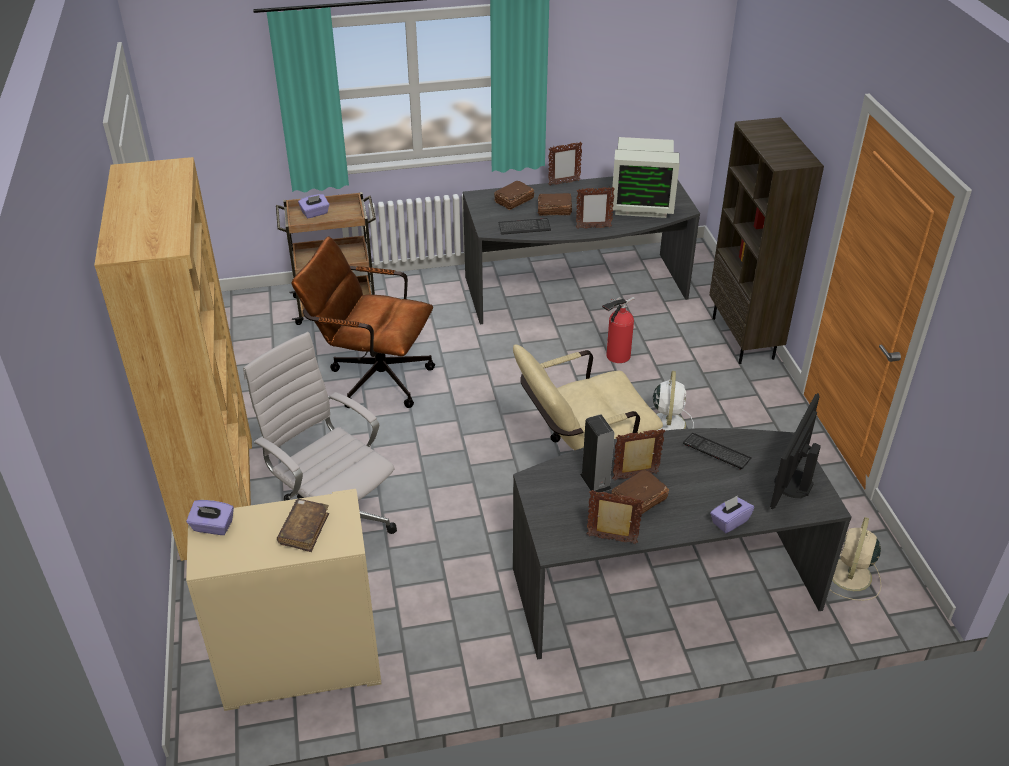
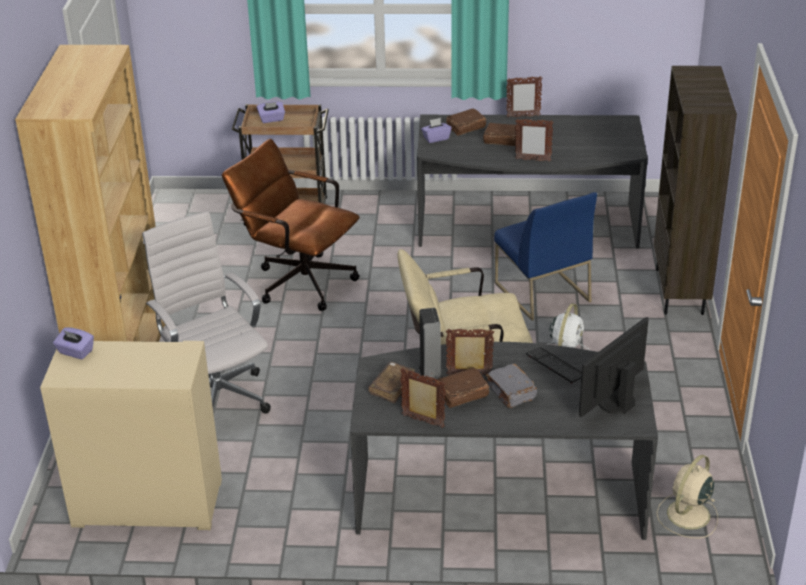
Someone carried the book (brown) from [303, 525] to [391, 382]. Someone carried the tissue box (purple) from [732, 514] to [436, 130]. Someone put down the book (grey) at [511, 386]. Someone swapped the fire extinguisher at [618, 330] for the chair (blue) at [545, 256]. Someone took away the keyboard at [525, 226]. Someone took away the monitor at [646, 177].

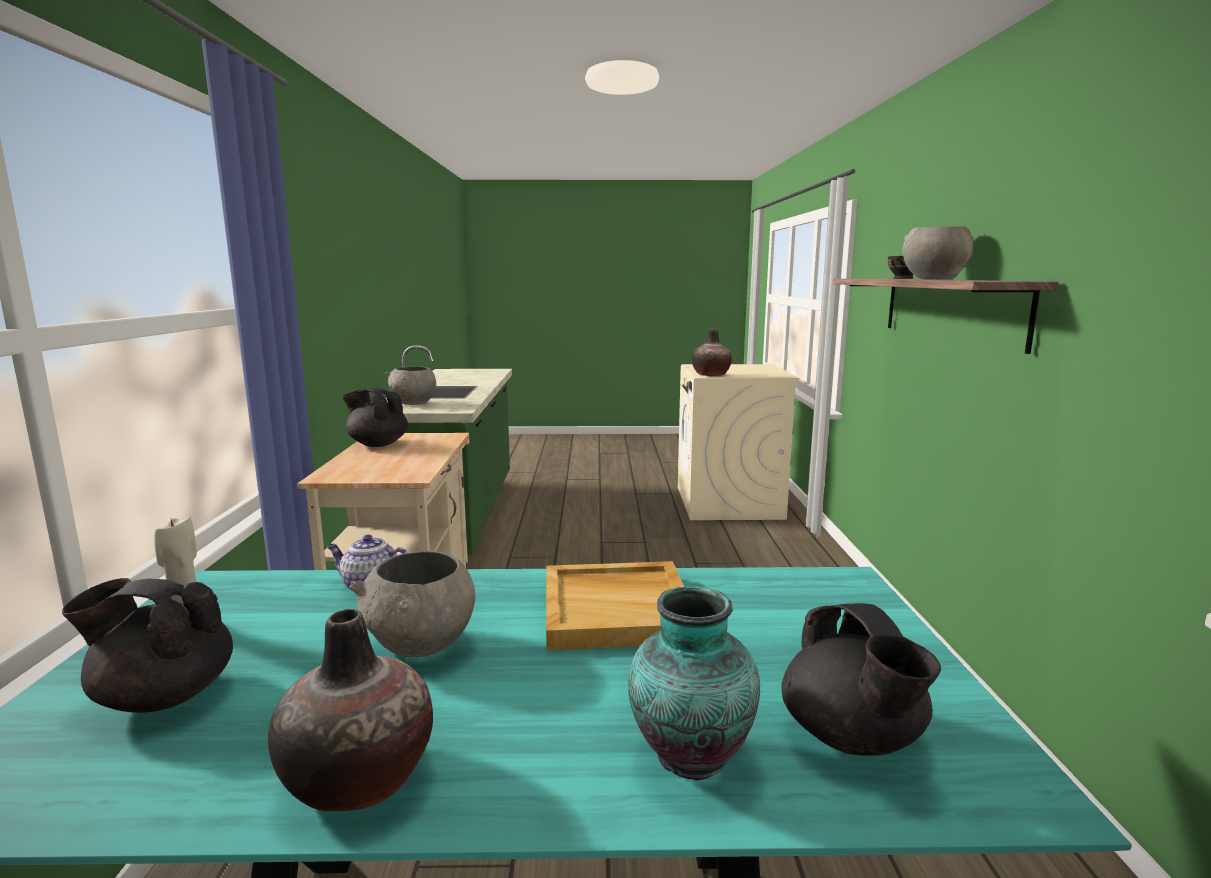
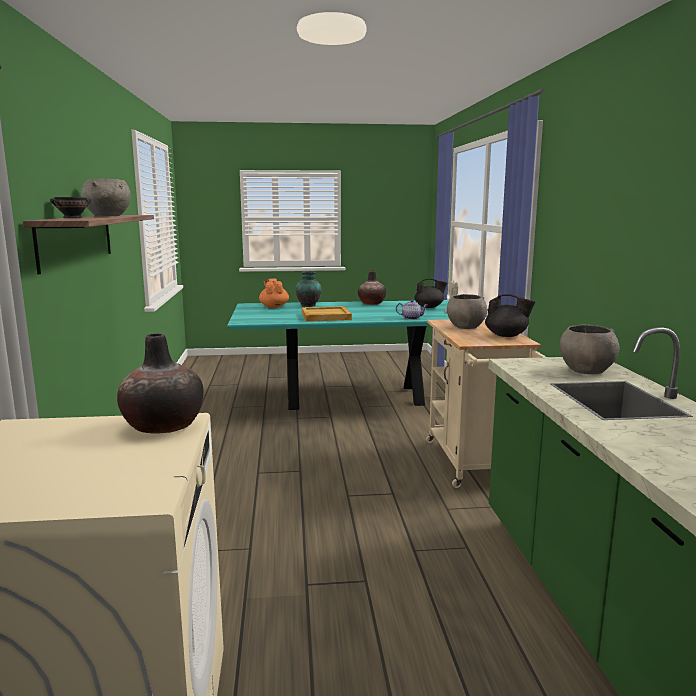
Someone repainted the teapot (black) at [861, 679], which became the teapot (orange) at [274, 293]. Someone carried the bowl (grey) from [412, 604] to [467, 311].

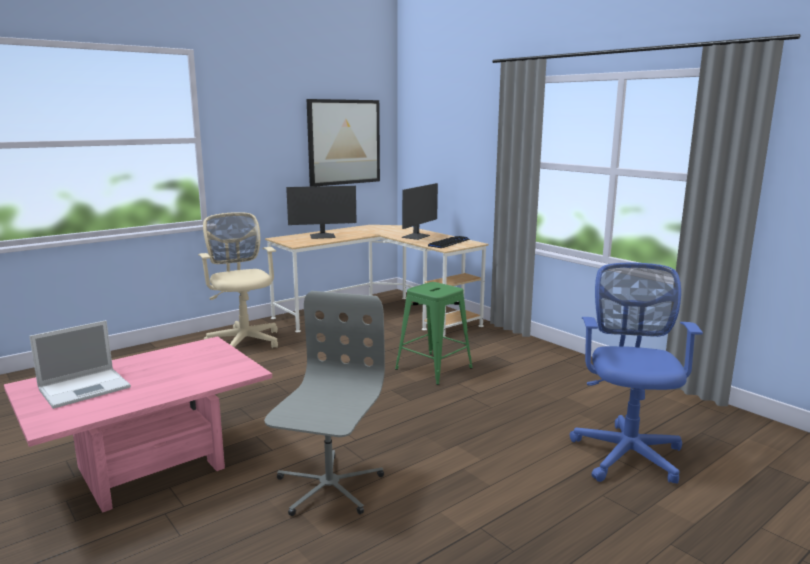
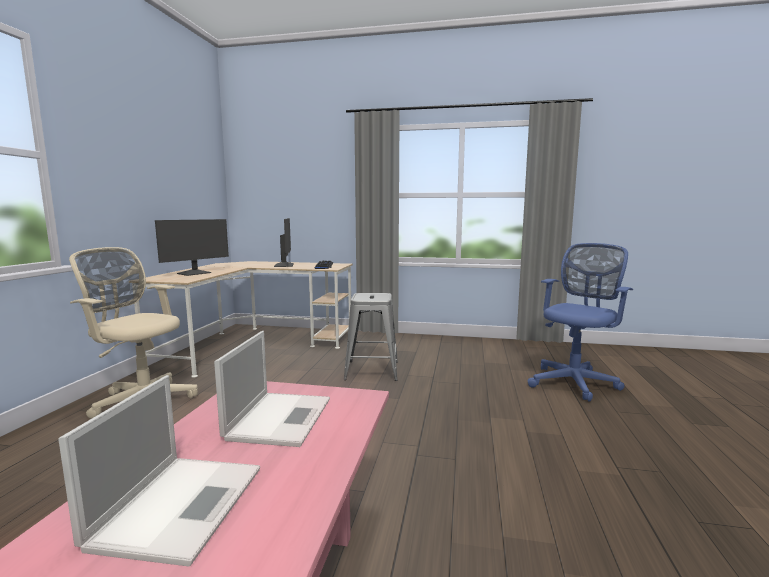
Someone put down the laptop at [272, 389]. Someone repainted the stool (green) at [434, 333], which became the stool (grey) at [371, 337]. Someone rotated the office chair (blue) at [636, 373] by 75 degrees clockwise. Someone took away the office chair (grey) at [324, 403]. Someone took away the picture at [343, 143].

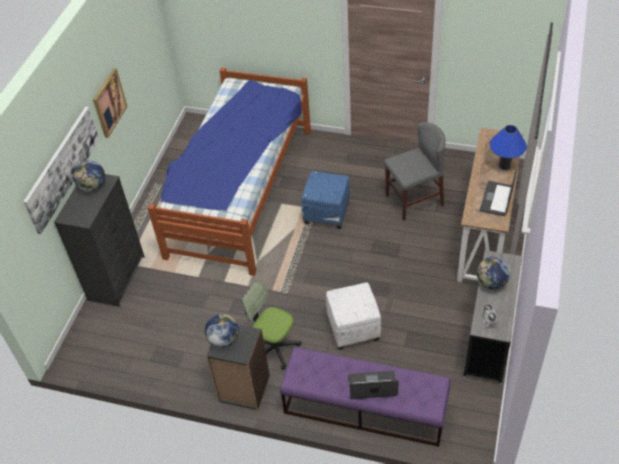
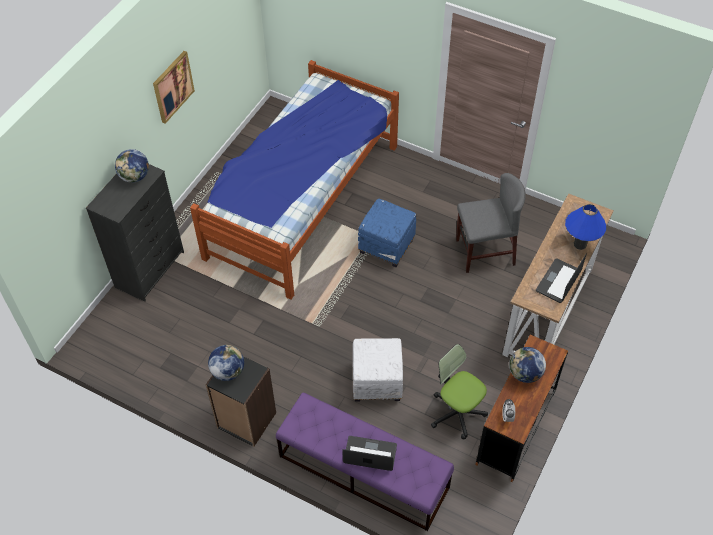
Someone carried the office chair from [272, 325] to [459, 391]. Someone repainted the desk (grey) at [492, 318], which became the desk (brown) at [521, 408]. Someone took away the picture at [61, 170].

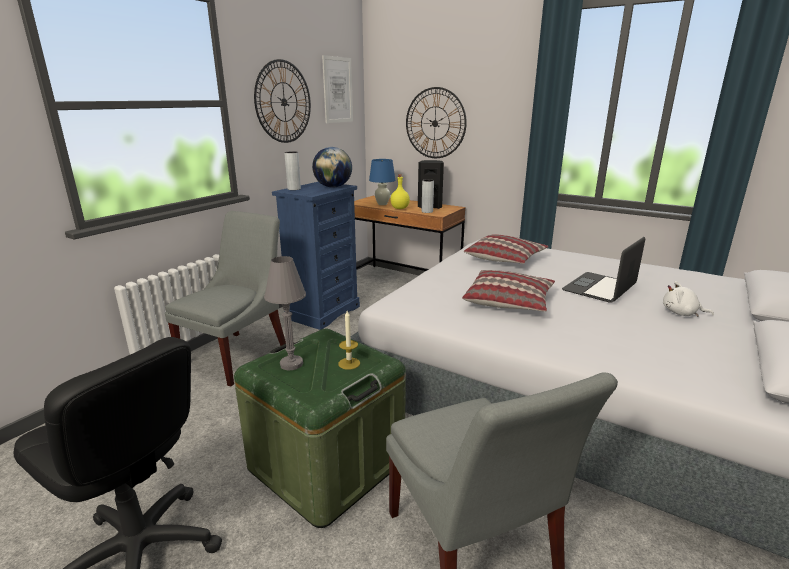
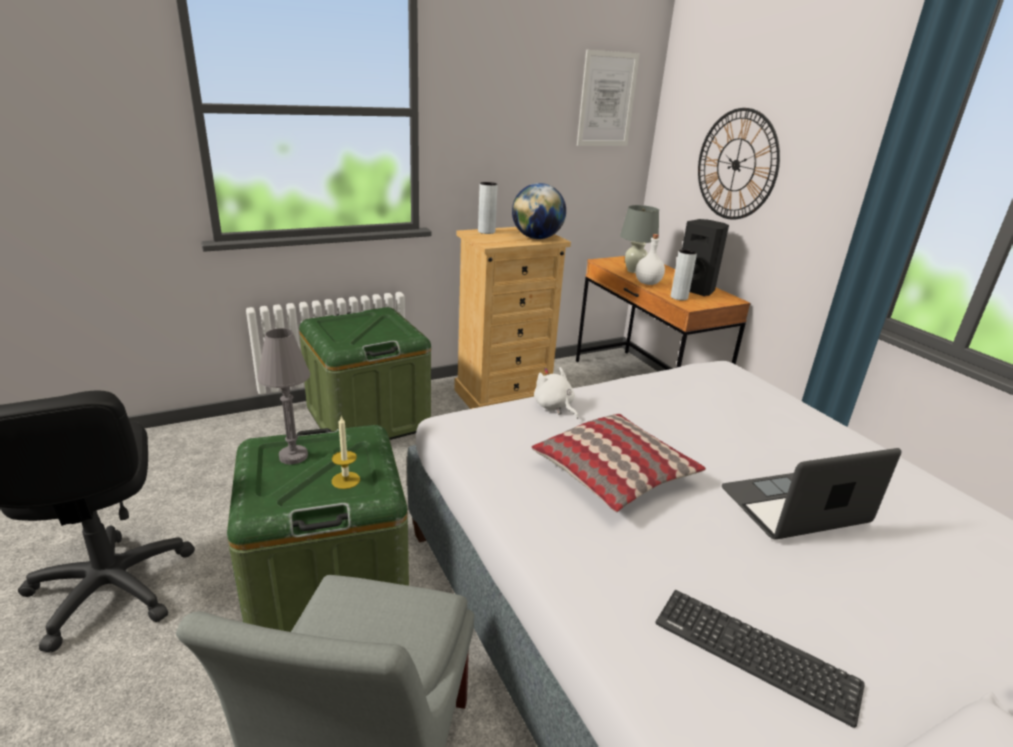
Someone swapped the chair (grey) at [225, 299] for the storage box (green) at [365, 373]. Someone repainted the dresser (blue) at [316, 256], which became the dresser (beige) at [512, 318]. Someone carried the plush toy (white) from [688, 299] to [556, 393]. Someone repainted the table lamp (blue) at [382, 182], which became the table lamp (grey) at [639, 239]. Someone repainted the bottle (yellow) at [400, 191], which became the bottle (white) at [650, 259]. Someone put down the keyboard at [760, 659]. Someone took away the wall clock at [282, 101]. Someone took away the pillow at [506, 249].

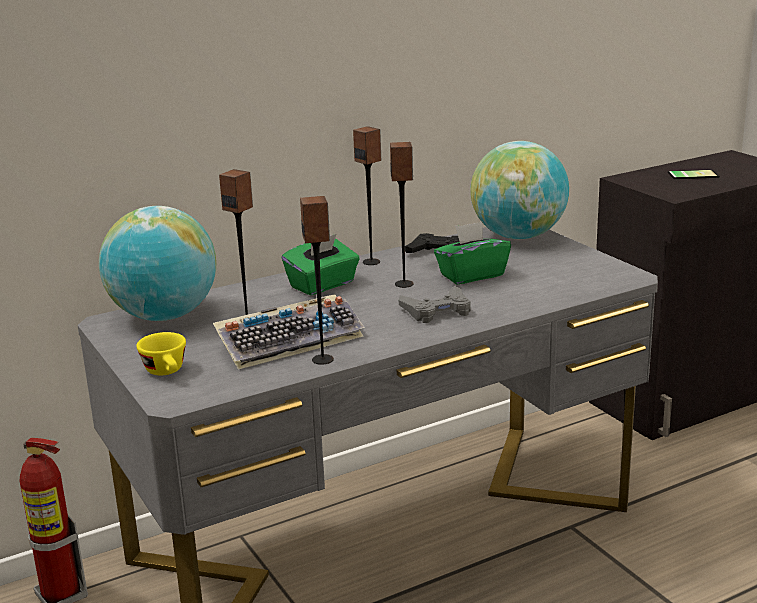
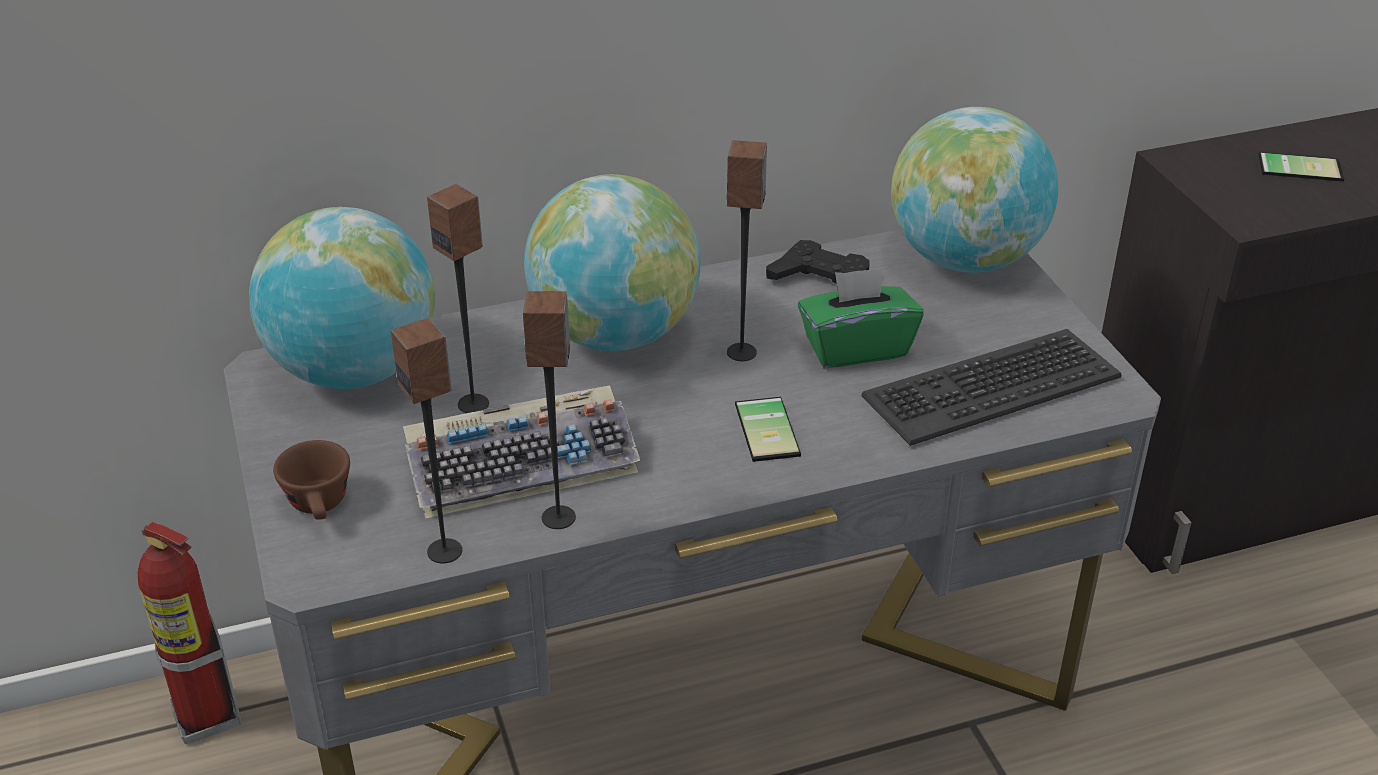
Someone repainted the cup (yellow) at [161, 353], which became the cup (brown) at [311, 480]. Someone carried the speaker from [367, 195] to [426, 440]. Someone swapped the tissue box (green) at [321, 264] for the globe at [612, 262]. Someone swapped the game controller (grey) at [434, 304] for the phone at [768, 429]. Someone put down the keyboard at [992, 387].

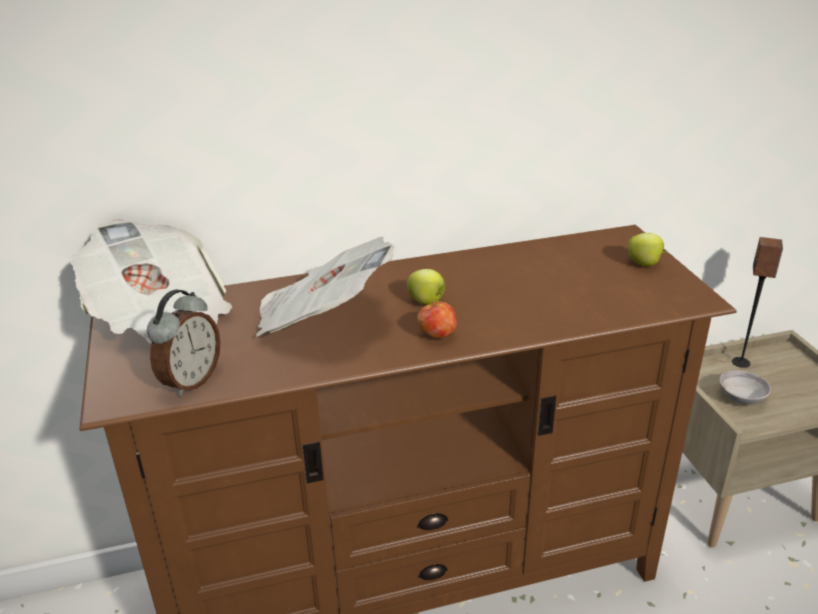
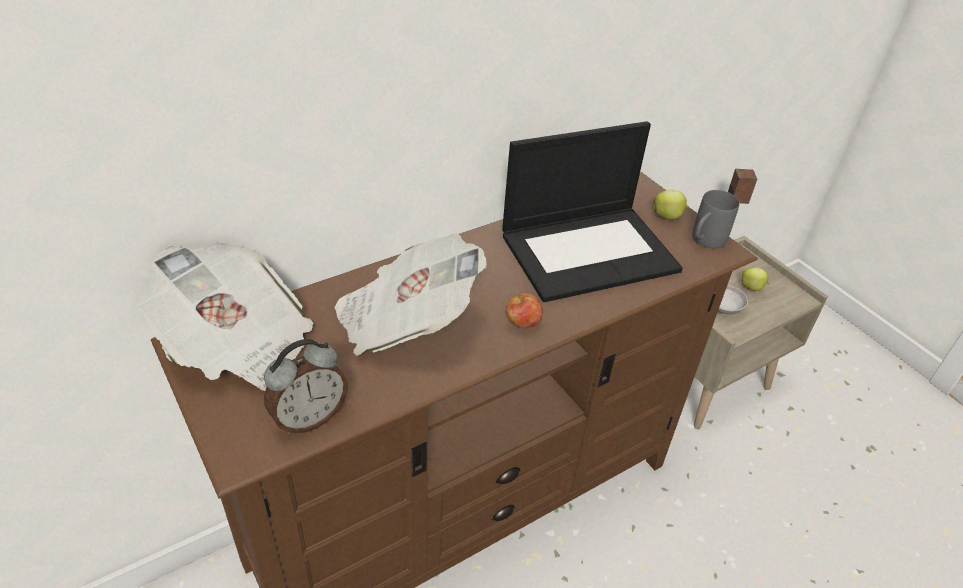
Someone rotated the alarm clock at [184, 343] by 45 degrees clockwise. Someone put down the laptop at [592, 211]. Someone put down the mug (grey) at [716, 219]. Someone carried the apple from [426, 287] to [756, 279].

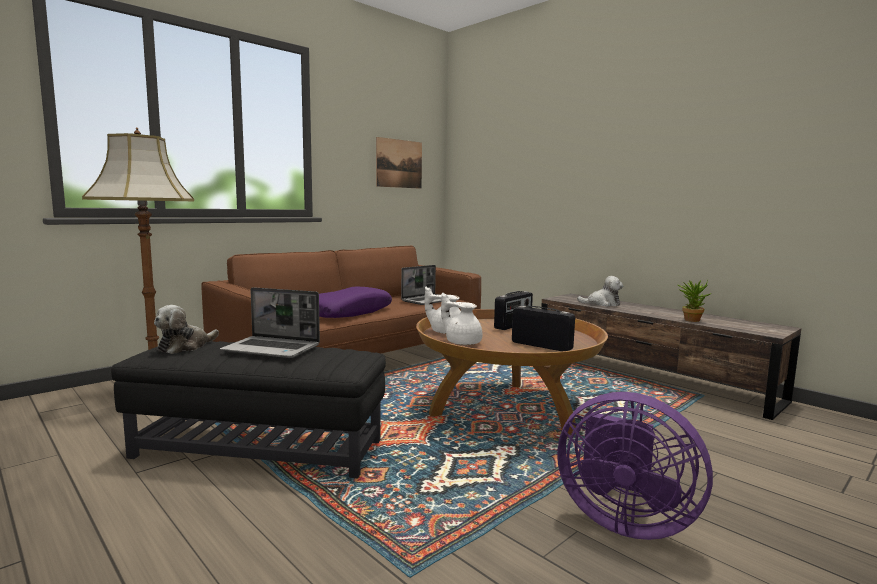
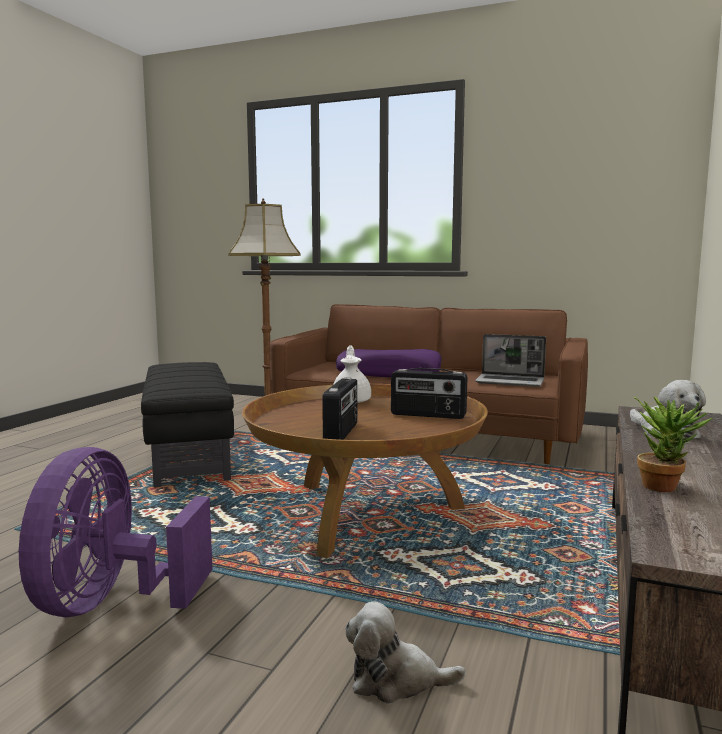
Someone carried the plush toy from [186, 329] to [405, 652]. Someone took away the laptop at [270, 322]. Someone took away the picture at [399, 163]. Someone took away the teapot (white) at [462, 319].

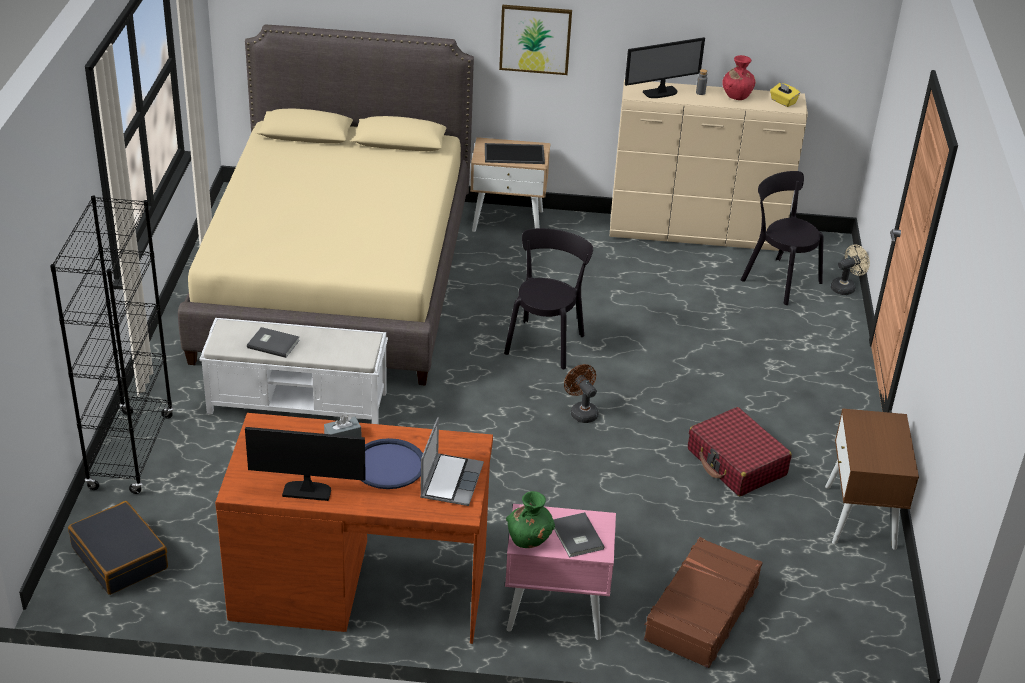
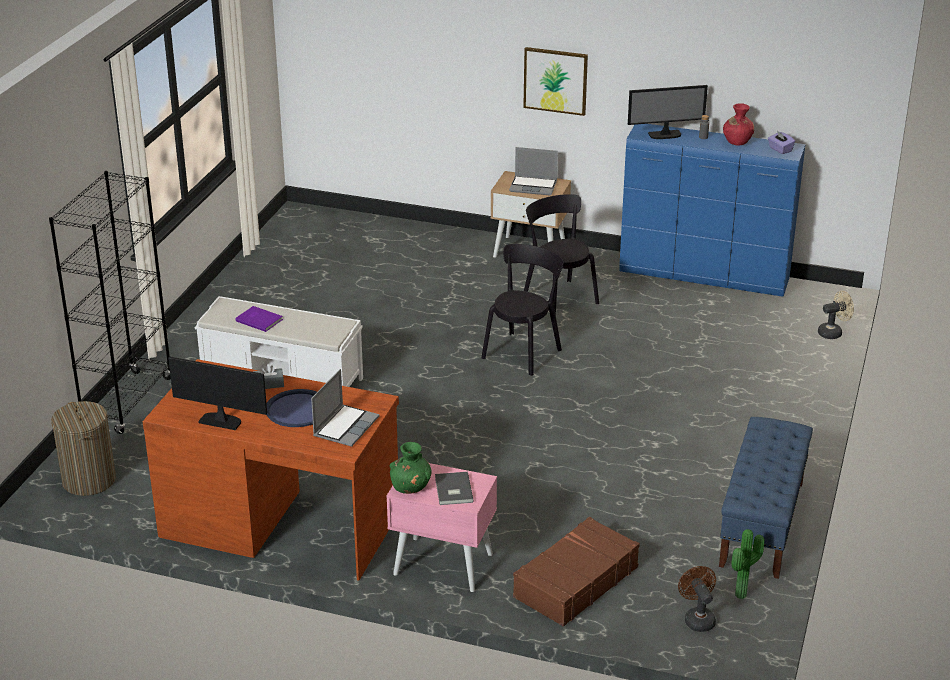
Someone swapped the suitcase (black) at [118, 548] for the laundry basket at [83, 448]. Someone repainted the book (grey) at [273, 342], which became the book (purple) at [259, 319]. Someone swapped the tray at [515, 153] for the laptop at [533, 171]. Someone carried the chair (black) from [782, 238] to [561, 254]. Someone repainted the dresser (beige) at [709, 165], which became the dresser (blue) at [712, 210]. Someone carried the fan (brown) from [581, 393] to [697, 599]. Someone swapped the nightstand (brown) at [872, 479] for the bench (blue) at [766, 498]. Someone put down the potted plant at [747, 564]. Someone repainted the tissue box (yellow) at [785, 94], which became the tissue box (purple) at [781, 142]. Someone took away the bed (beige) at [326, 205]. Someone took away the suitcase (red) at [740, 451].

